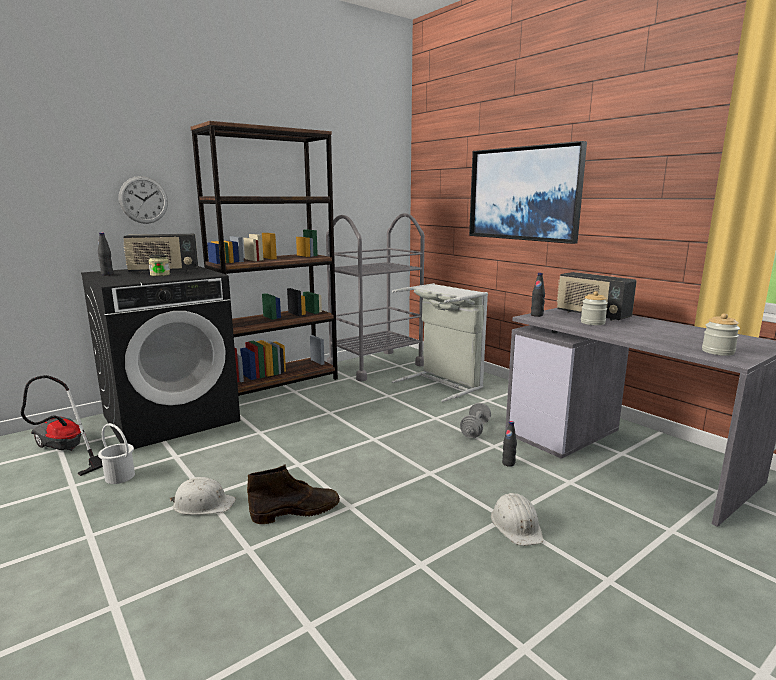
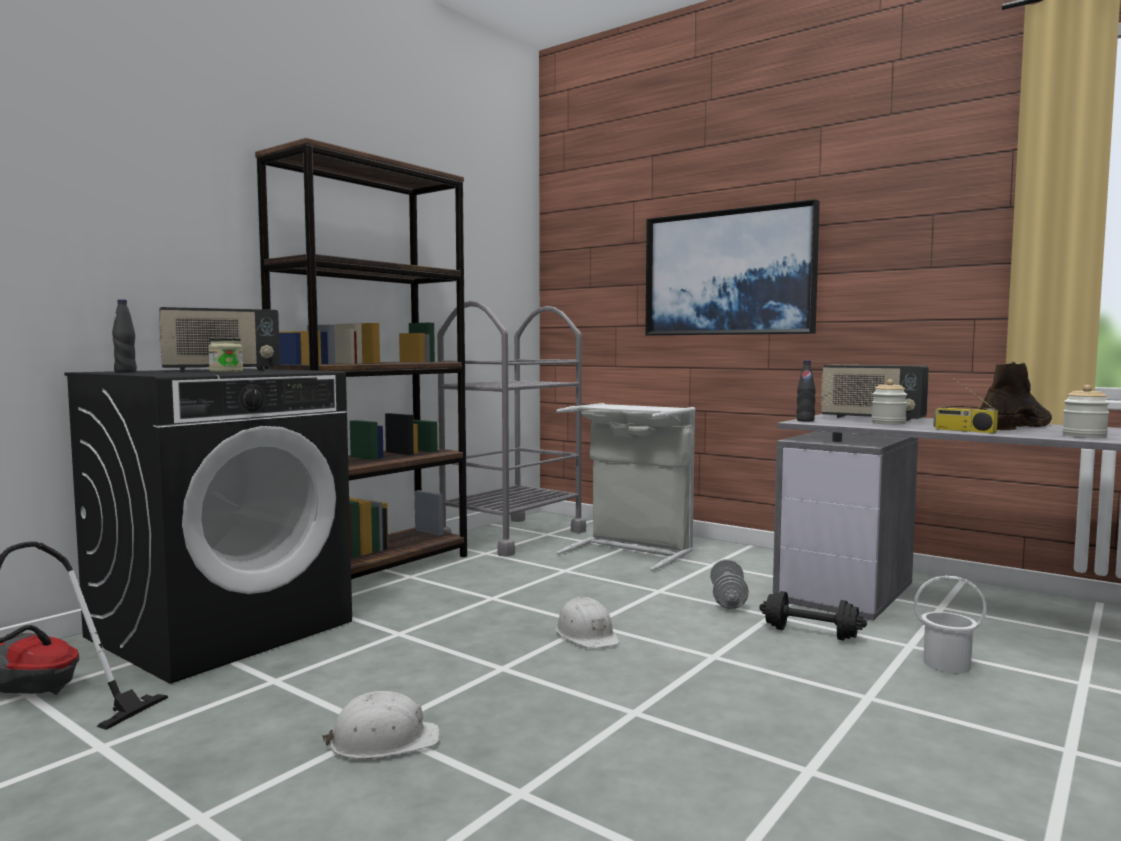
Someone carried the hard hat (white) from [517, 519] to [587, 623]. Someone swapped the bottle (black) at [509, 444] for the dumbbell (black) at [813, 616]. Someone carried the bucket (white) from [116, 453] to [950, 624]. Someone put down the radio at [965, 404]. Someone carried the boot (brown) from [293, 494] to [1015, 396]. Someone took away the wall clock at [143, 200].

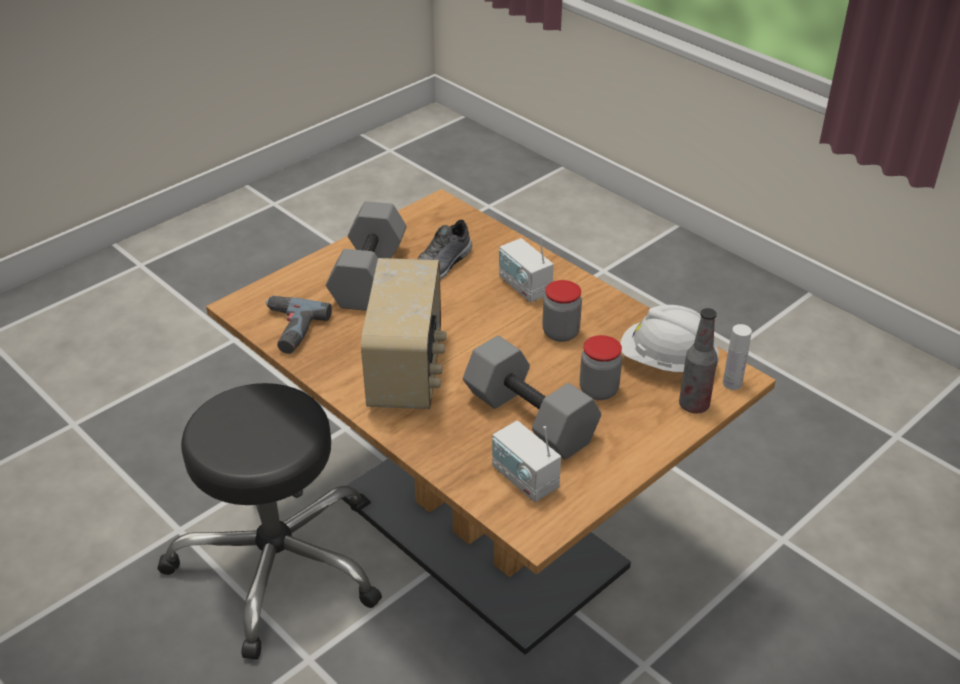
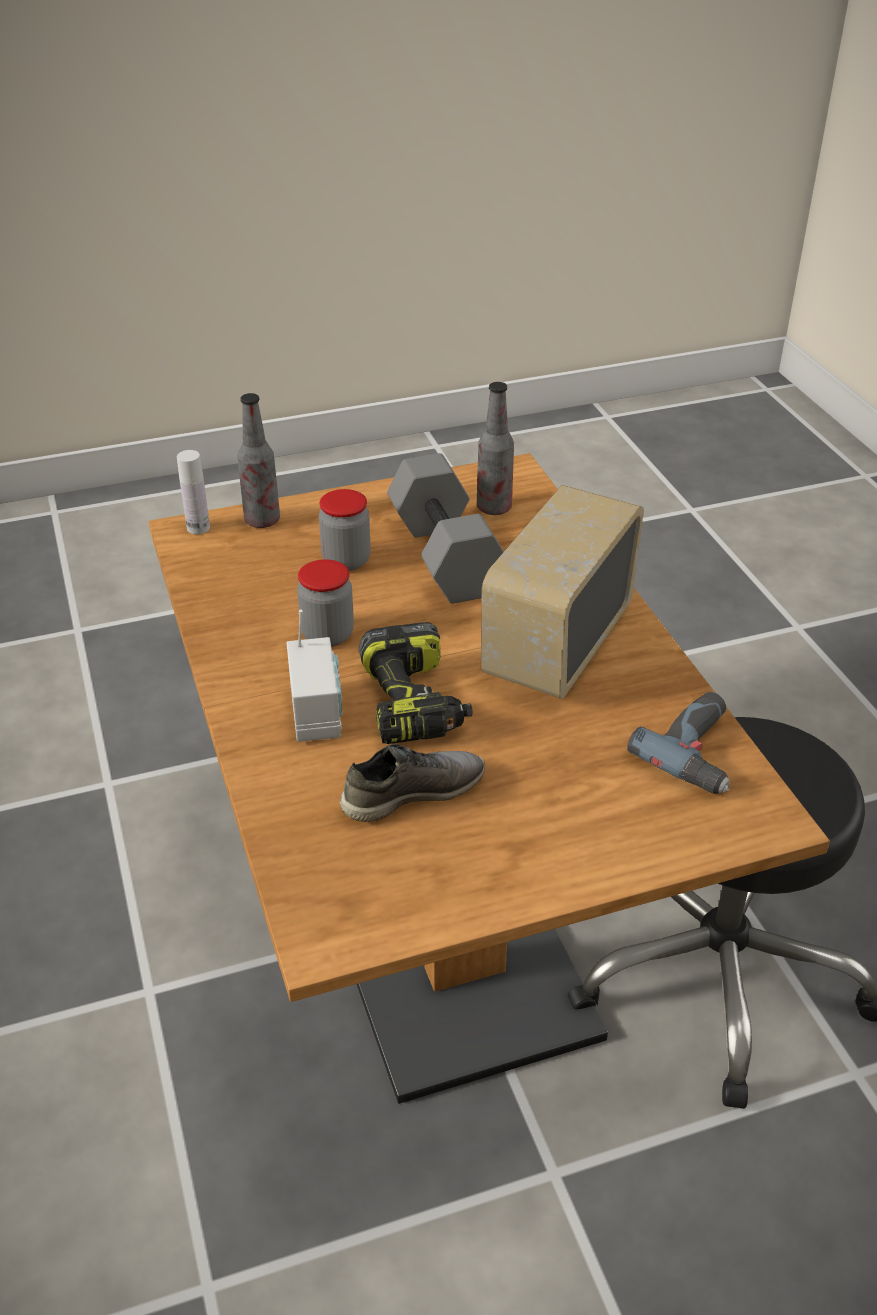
Someone put down the power drill at [415, 683]. Someone swapped the radio at [526, 461] for the bottle at [495, 448]. Someone took away the dumbbell (grey) at [366, 256]. Someone took away the hard hat (white) at [669, 338].

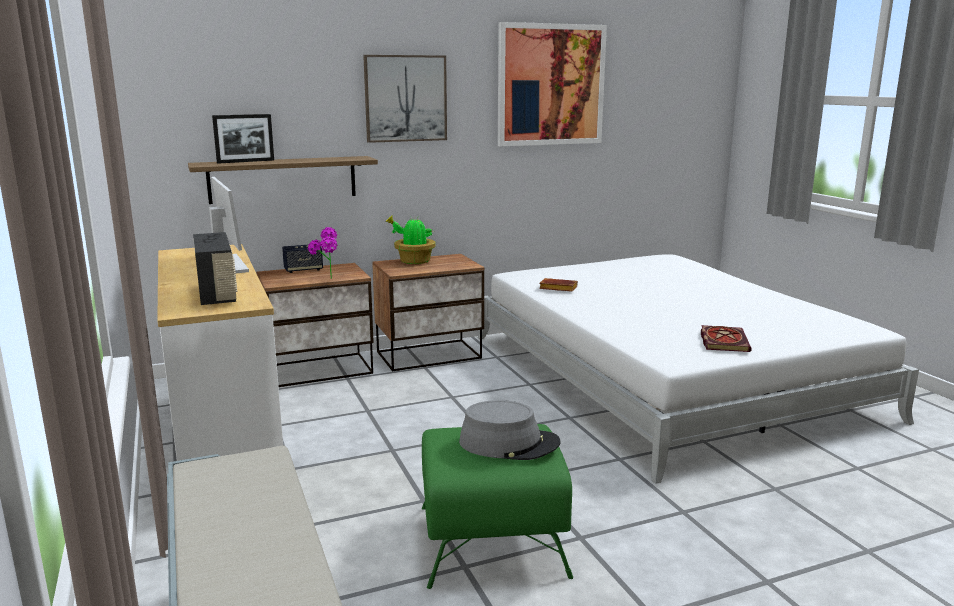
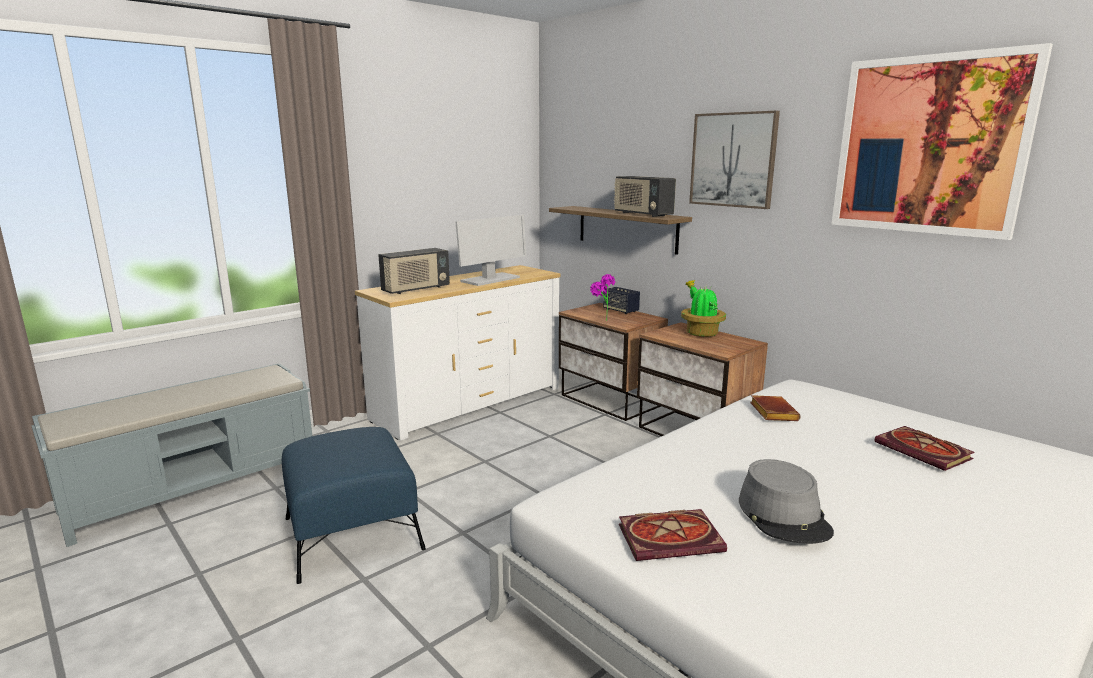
Someone repainted the ottoman (green) at [497, 506], which became the ottoman (blue) at [354, 505]. Someone put down the radio at [645, 196]. Someone carried the hat (grey) from [510, 430] to [786, 501]. Someone put down the book at [924, 448]. Someone took away the picture frame at [243, 139].

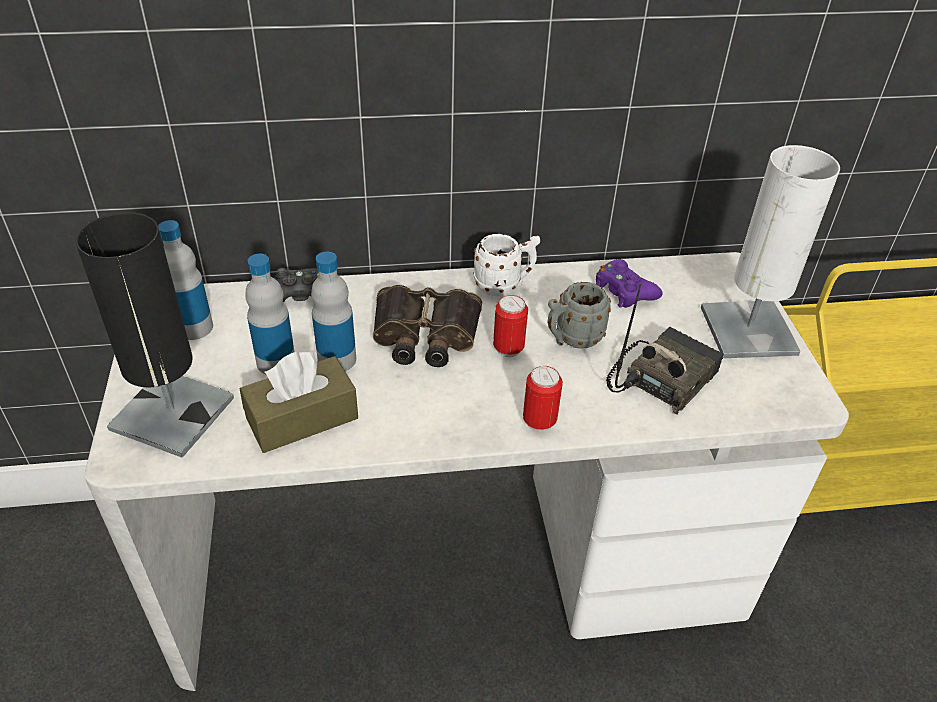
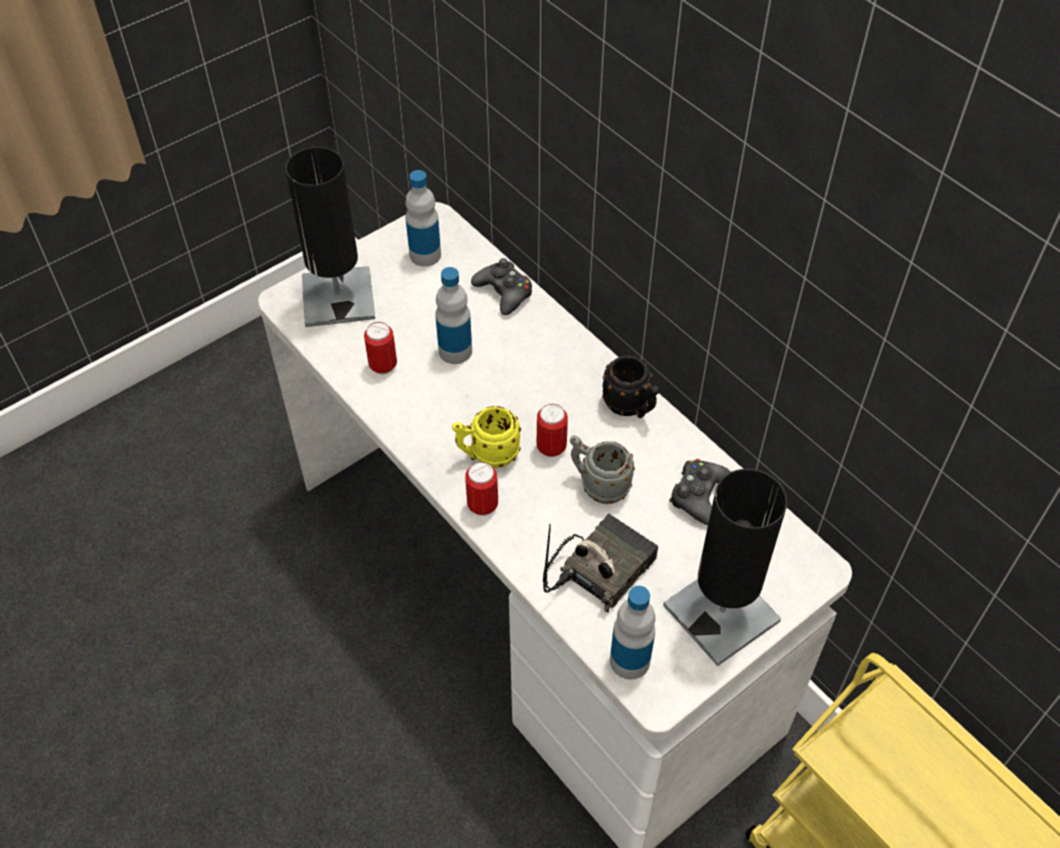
Someone swapped the tissue box (brown) at [299, 402] for the can at [380, 348]. Someone put down the mug (yellow) at [486, 437]. Someone rotated the radio at [665, 349] by 60 degrees counterclockwise. Someone repainted the mug (white) at [506, 265], which became the mug (black) at [630, 386]. Someone carried the bottle from [269, 314] to [632, 632]. Someone repainted the table lamp (white) at [770, 251], which became the table lamp (black) at [725, 567]. Someone repainted the game controller (purple) at [629, 283], which became the game controller (black) at [700, 492]. Someone took away the binoculars at [427, 326].

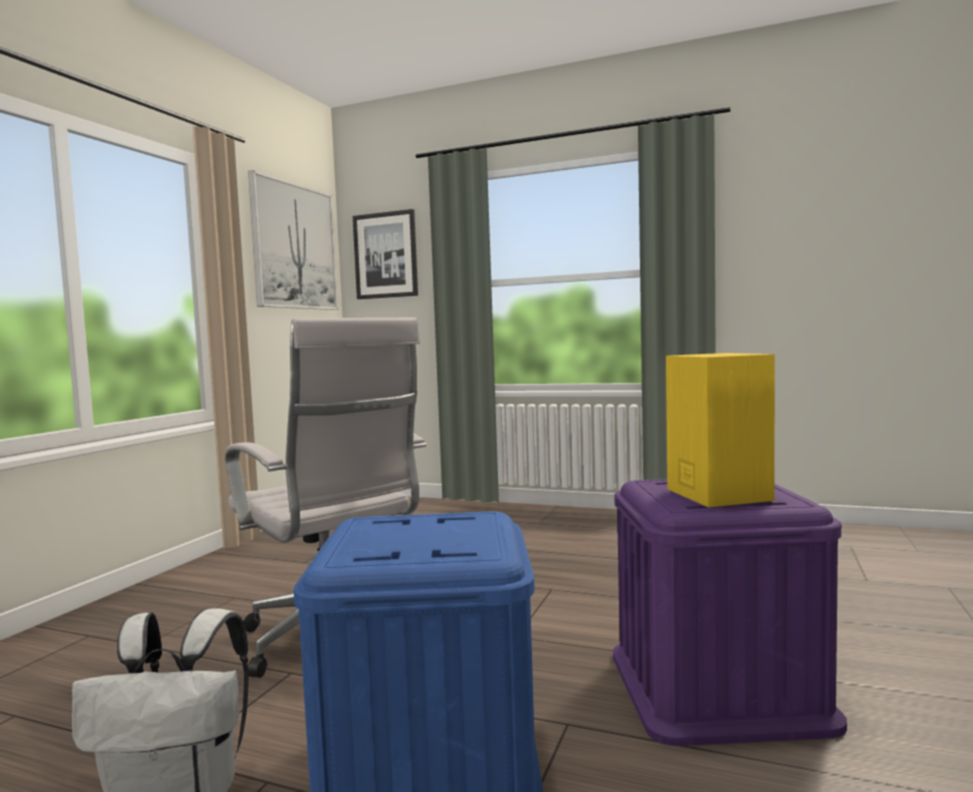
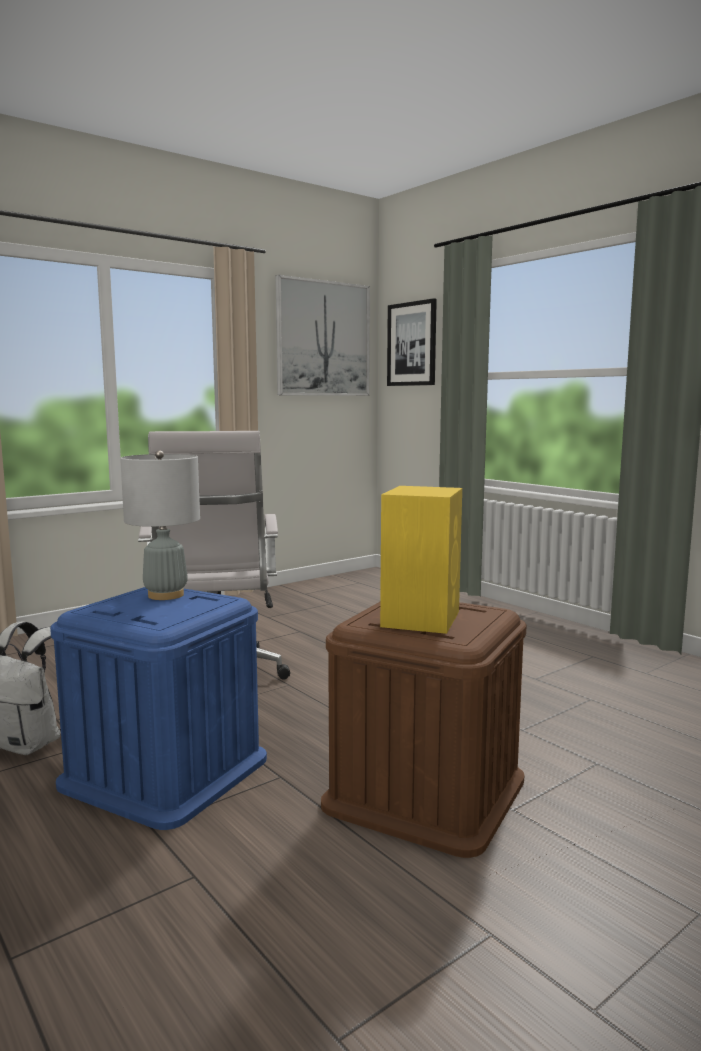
Someone put down the table lamp (grey) at [160, 525]. Someone repainted the storage box (purple) at [730, 612], which became the storage box (brown) at [424, 730].

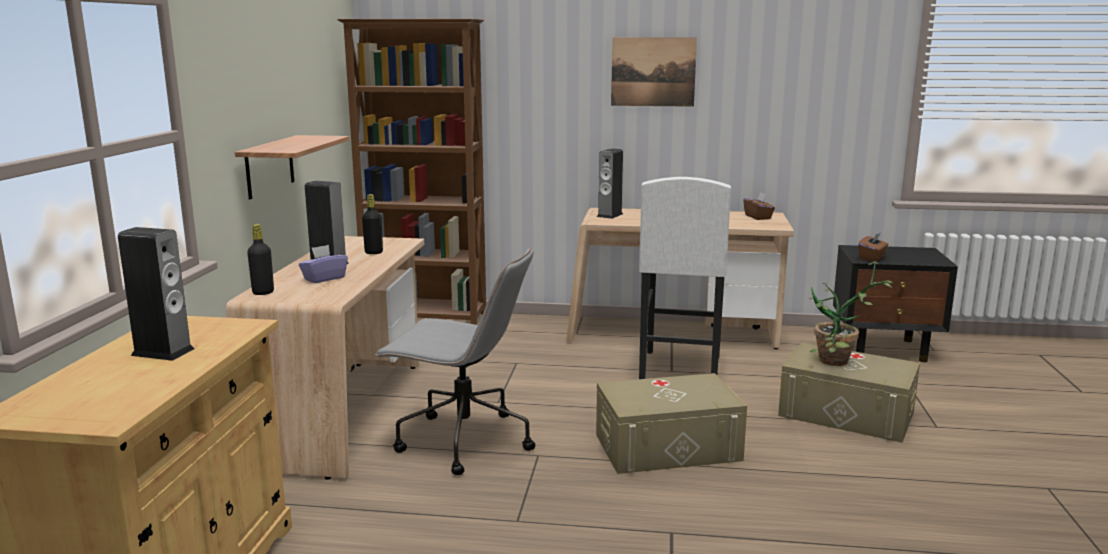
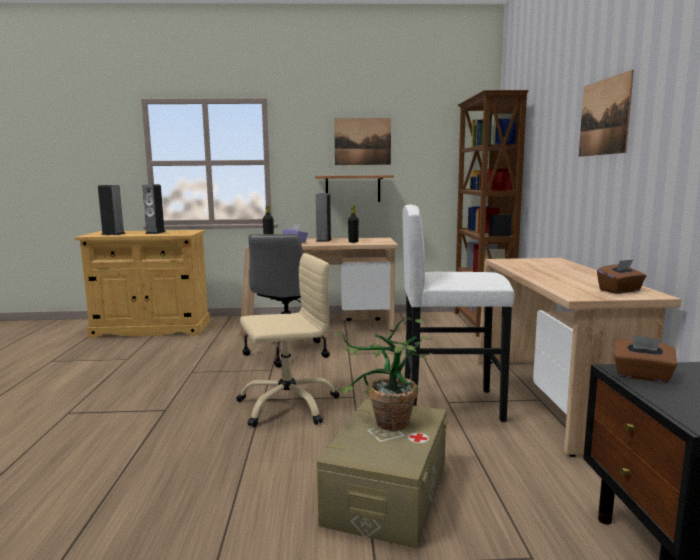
Someone carried the speaker from [610, 183] to [112, 210]. Someone swapped the storage box (beige) at [671, 423] for the office chair (beige) at [288, 340]. Someone put up the picture at [362, 141].

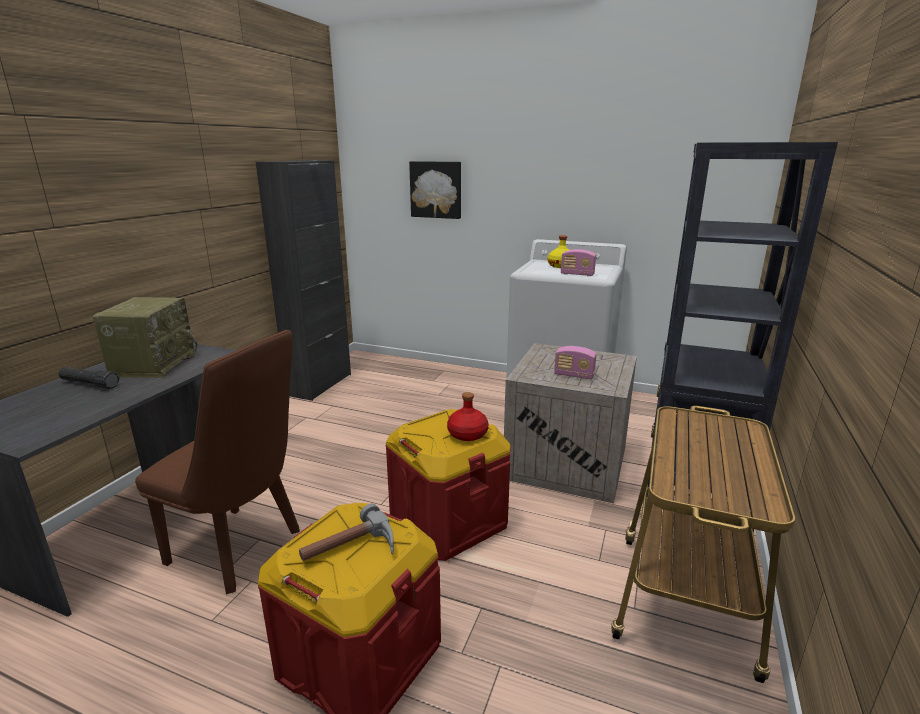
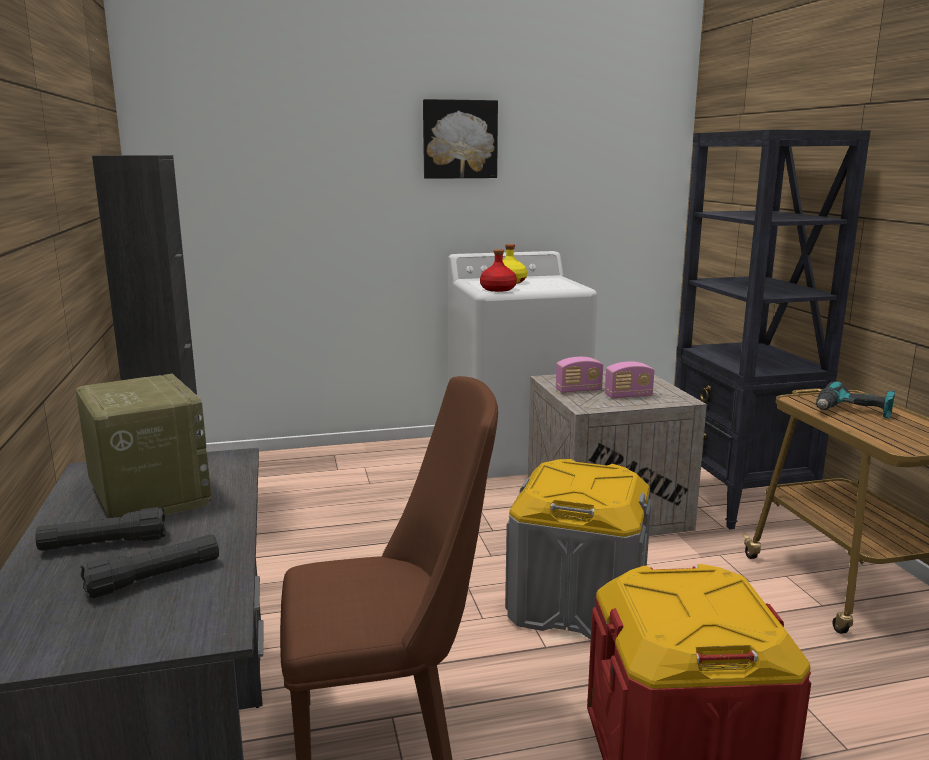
Someone put down the flashlight (black) at [149, 566]. Someone carried the picture from [435, 190] to [460, 139]. Someone carried the bottle (red) from [468, 416] to [498, 270]. Someone repainted the storage box (red) at [448, 485], which became the storage box (grey) at [578, 549]. Someone carried the radio from [578, 262] to [579, 375]. Someone put down the power drill at [855, 400]. Someone took away the hammer at [346, 532].

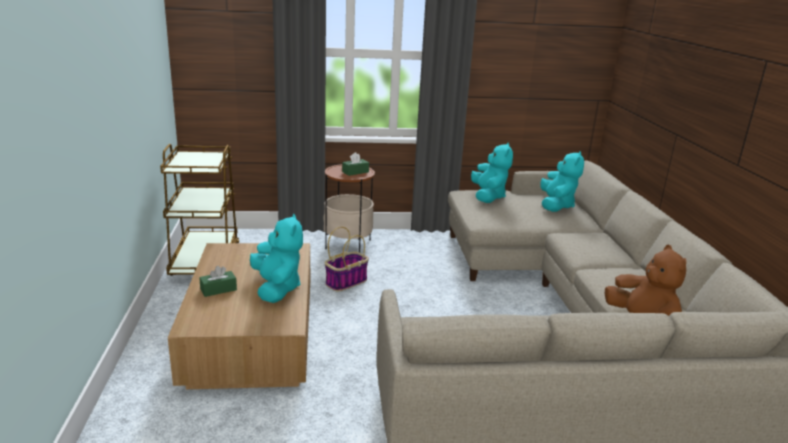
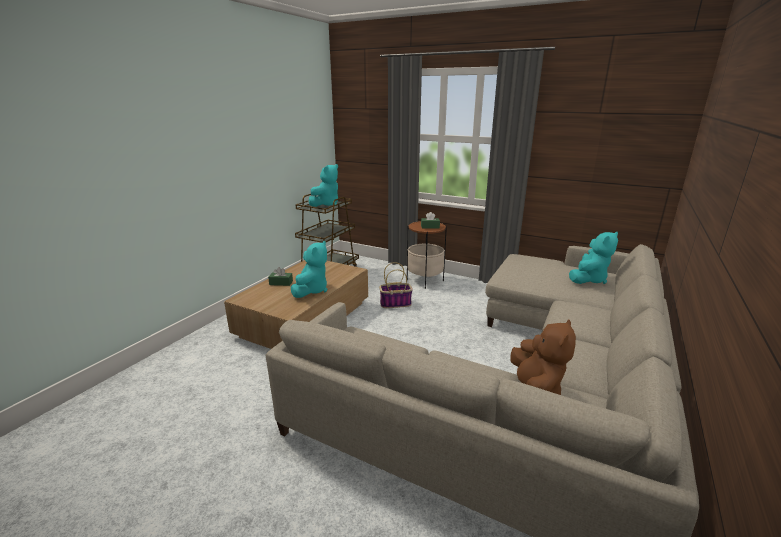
Someone carried the plush toy (turquoise) from [492, 173] to [323, 185].

